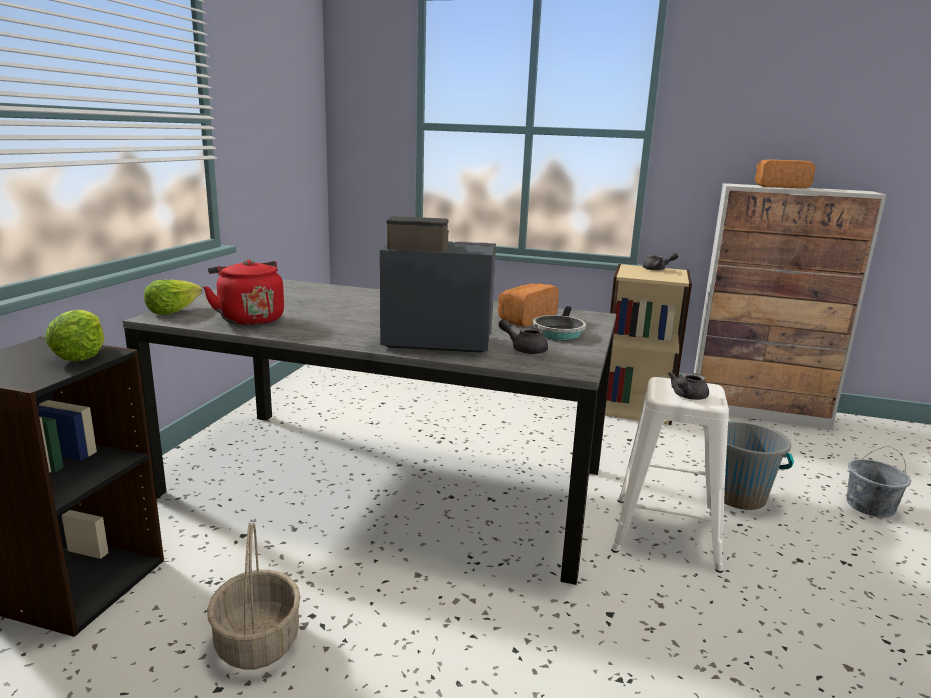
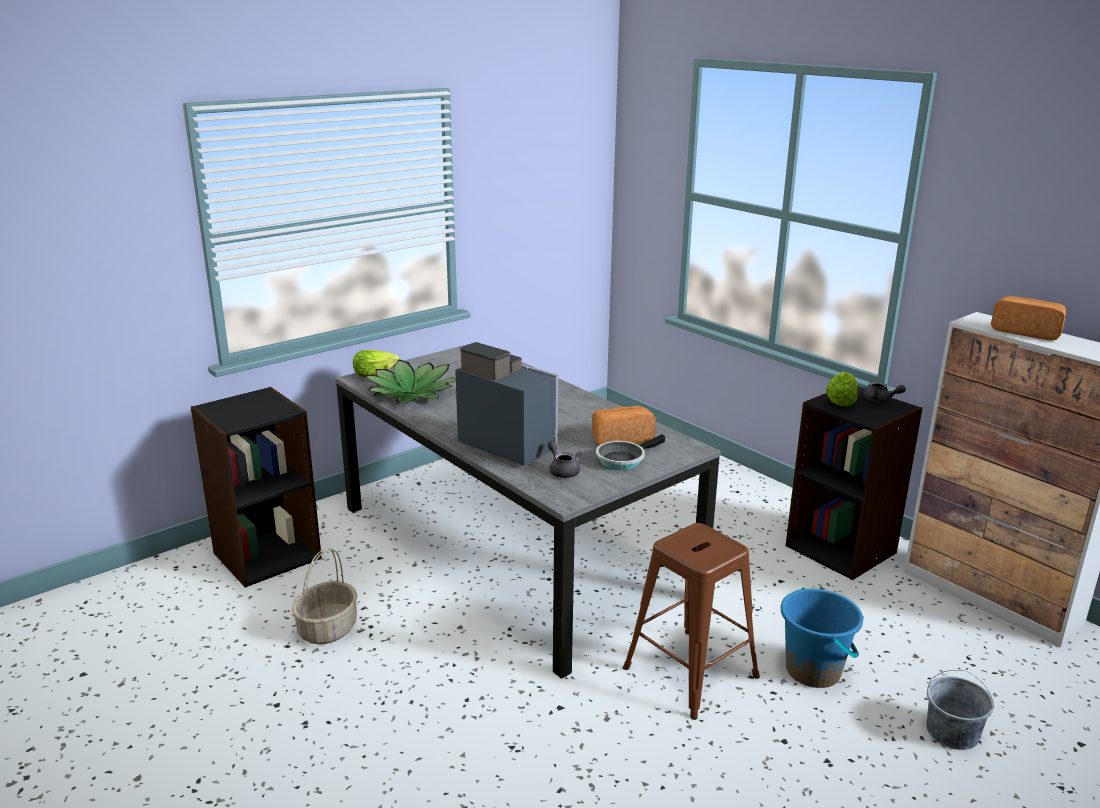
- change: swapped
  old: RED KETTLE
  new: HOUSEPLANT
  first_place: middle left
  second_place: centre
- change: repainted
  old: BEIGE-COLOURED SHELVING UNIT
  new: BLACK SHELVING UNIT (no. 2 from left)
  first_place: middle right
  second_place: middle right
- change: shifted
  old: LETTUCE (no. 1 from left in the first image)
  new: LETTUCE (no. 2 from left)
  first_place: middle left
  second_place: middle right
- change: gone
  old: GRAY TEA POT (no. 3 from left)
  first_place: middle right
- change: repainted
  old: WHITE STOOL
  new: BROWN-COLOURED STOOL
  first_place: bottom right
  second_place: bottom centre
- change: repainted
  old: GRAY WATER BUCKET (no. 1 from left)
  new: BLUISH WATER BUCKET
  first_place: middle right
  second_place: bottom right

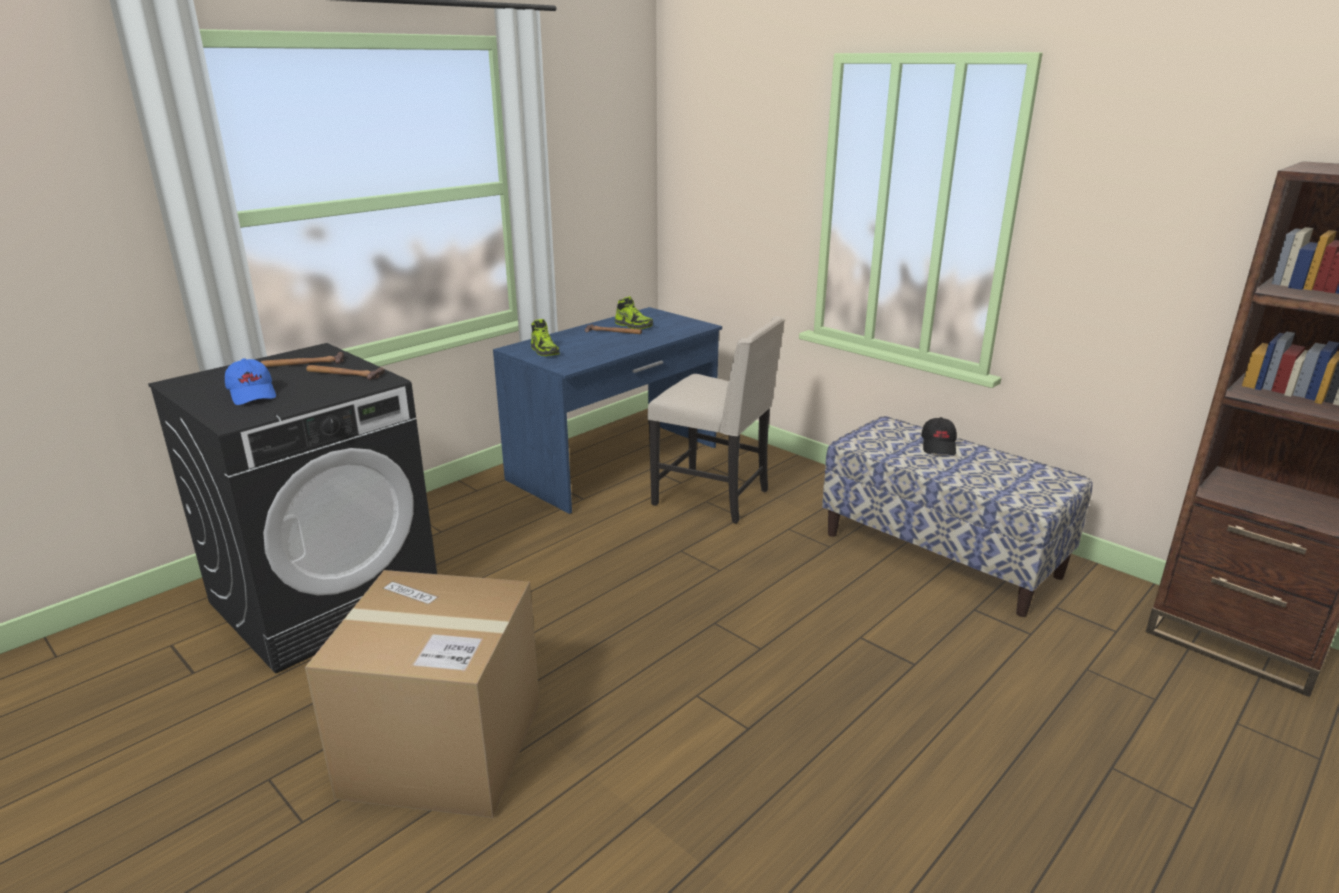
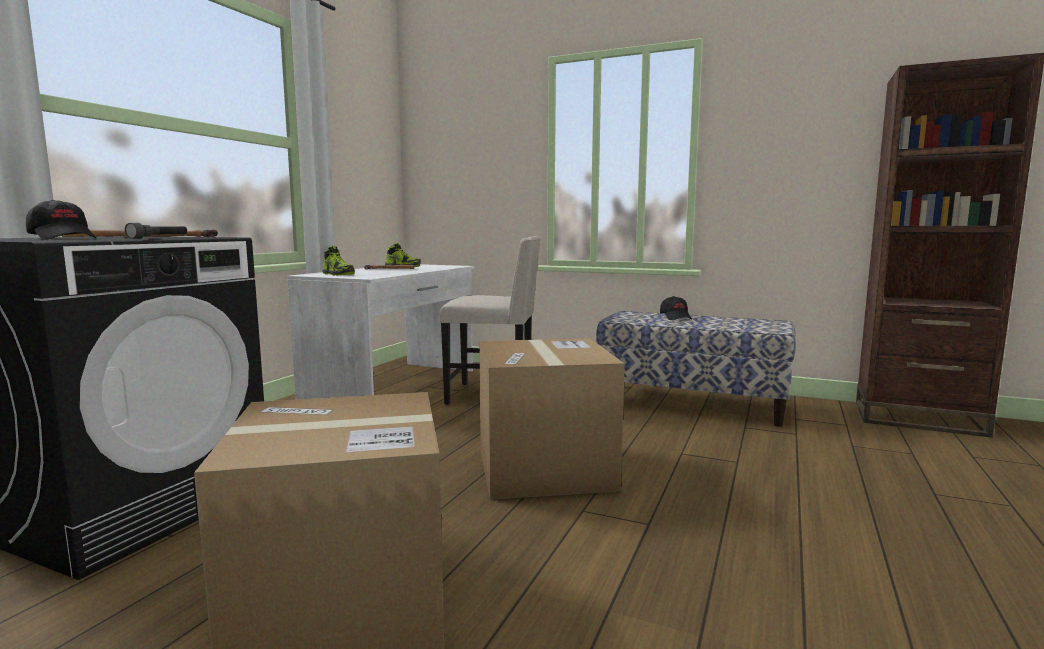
- change: repainted
  old: BLUISH DESK
  new: WHITE DESK
  first_place: centre
  second_place: centre
- change: repainted
  old: BLUISH BASEBALL CAP
  new: BLACK BASEBALL CAP (no. 1 from left)
  first_place: middle left
  second_place: middle left
- change: new
  new: GRAY HAND TORCH
  second_place: middle left
- change: new
  new: CARDBOARD BOX (no. 2 from left)
  second_place: centre

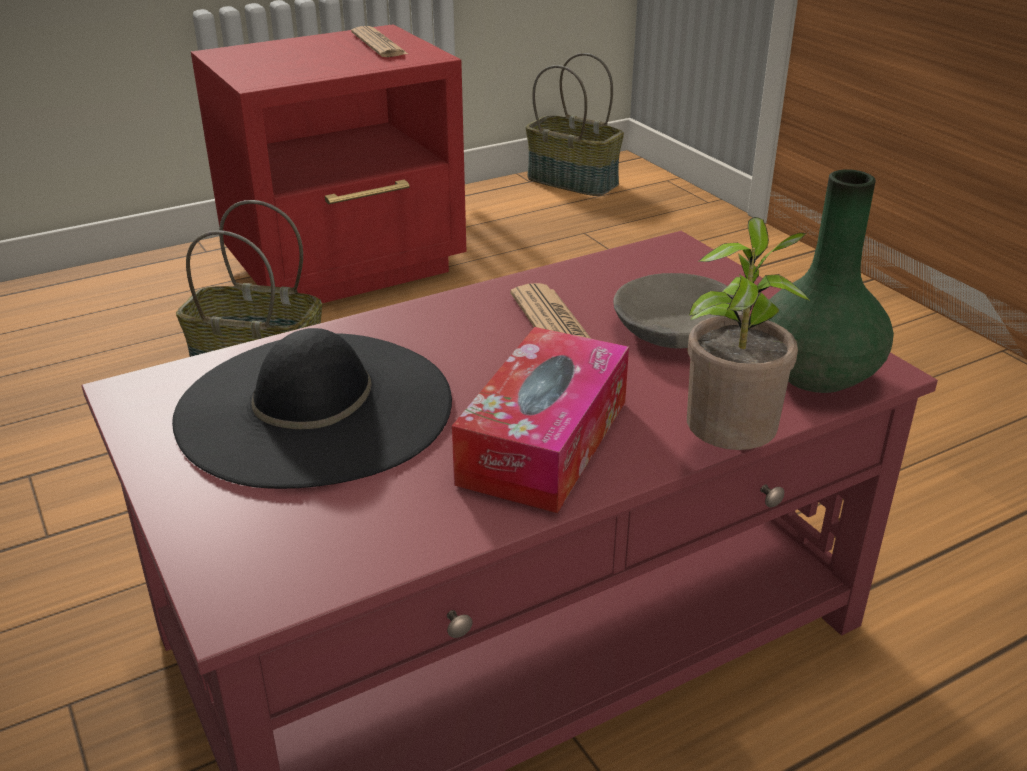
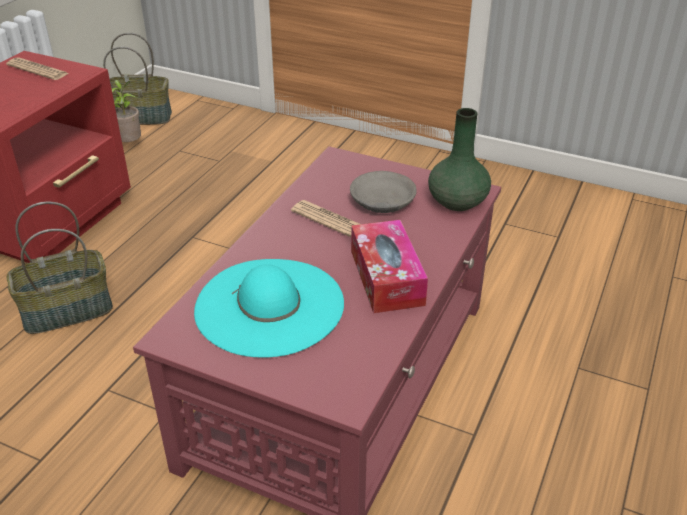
- change: shifted
  old: HOUSEPLANT
  first_place: middle right
  second_place: top left
- change: repainted
  old: BLACK WEARABLE HAT
  new: BLUE-GREEN WEARABLE HAT
  first_place: middle left
  second_place: centre

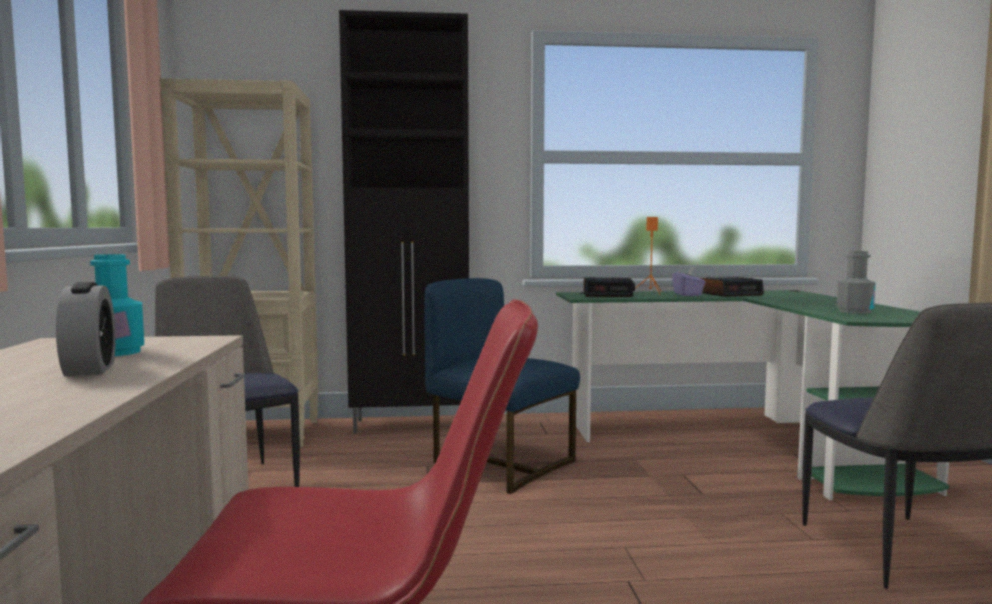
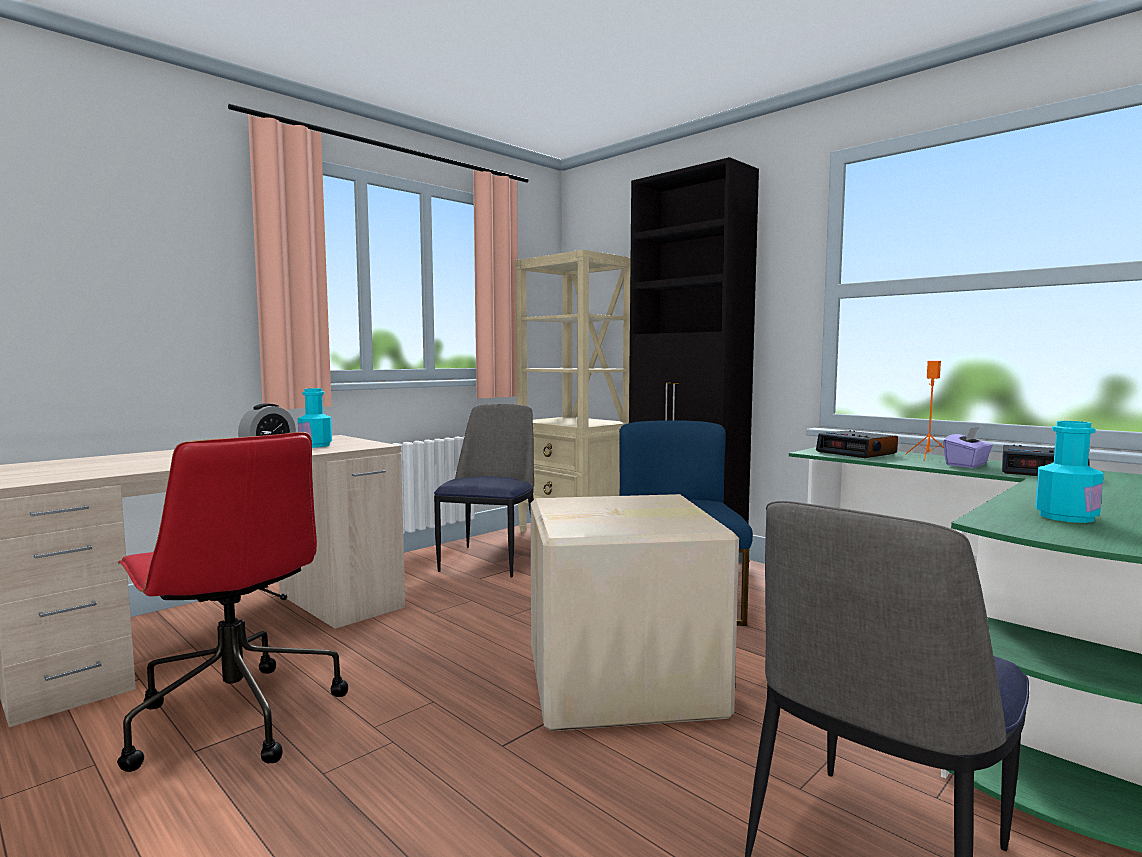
- change: repainted
  old: GRAY BOTTLE
  new: BLUE-GREEN BOTTLE (no. 2 from left)
  first_place: middle right
  second_place: middle right
- change: new
  new: CARDBOARD BOX
  second_place: bottom centre

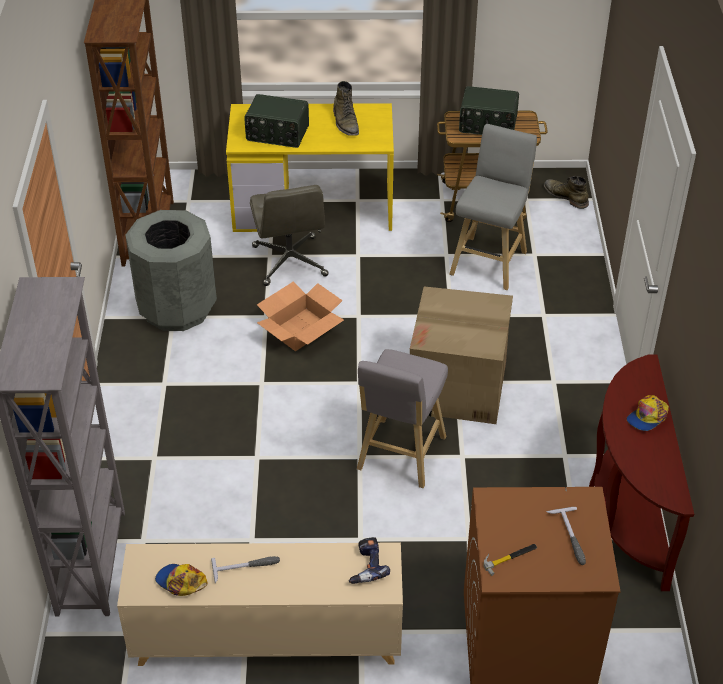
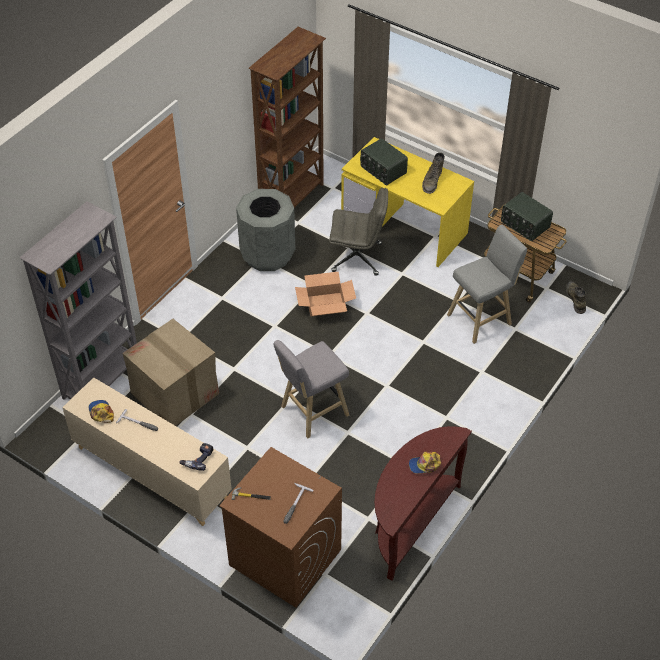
- change: rotated
  old: GRAY COMPUTER CHAIR
  first_place: centre
  second_place: centre
  degrees: -105
- change: shifted
  old: CARDBOARD BOX (no. 2 from left in the first image)
  new: CARDBOARD BOX (no. 1 from left)
  first_place: centre
  second_place: middle left

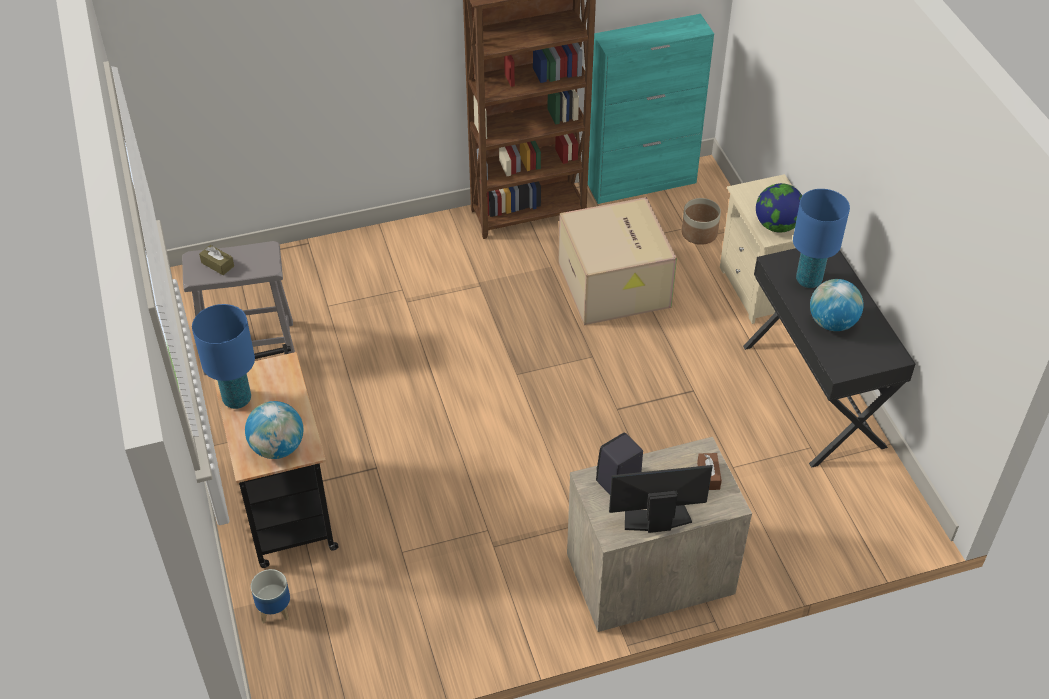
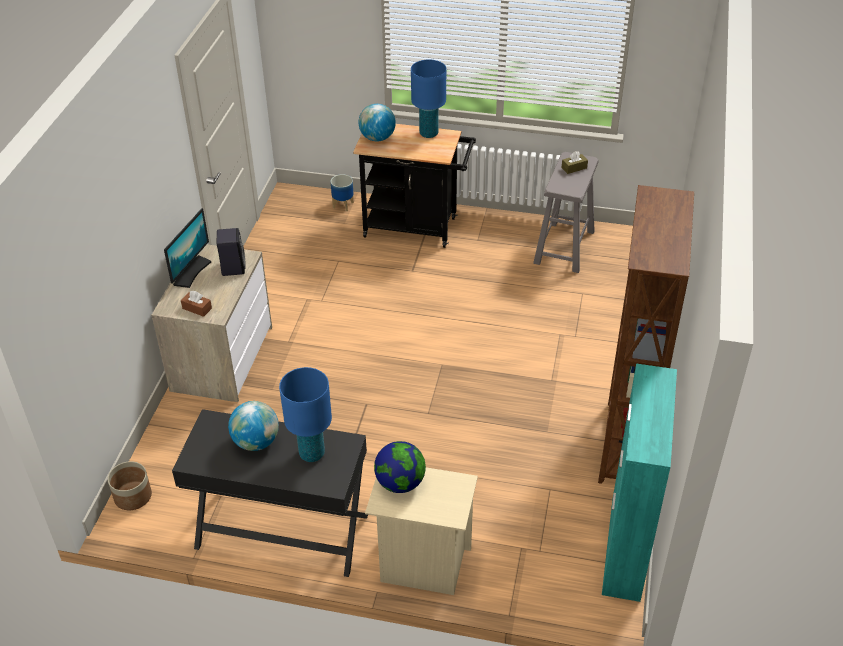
- change: gone
  old: CARDBOARD BOX
  first_place: centre
- change: shifted
  old: PLANT POT (no. 2 from left in the first image)
  new: PLANT POT (no. 1 from left)
  first_place: top right
  second_place: bottom left

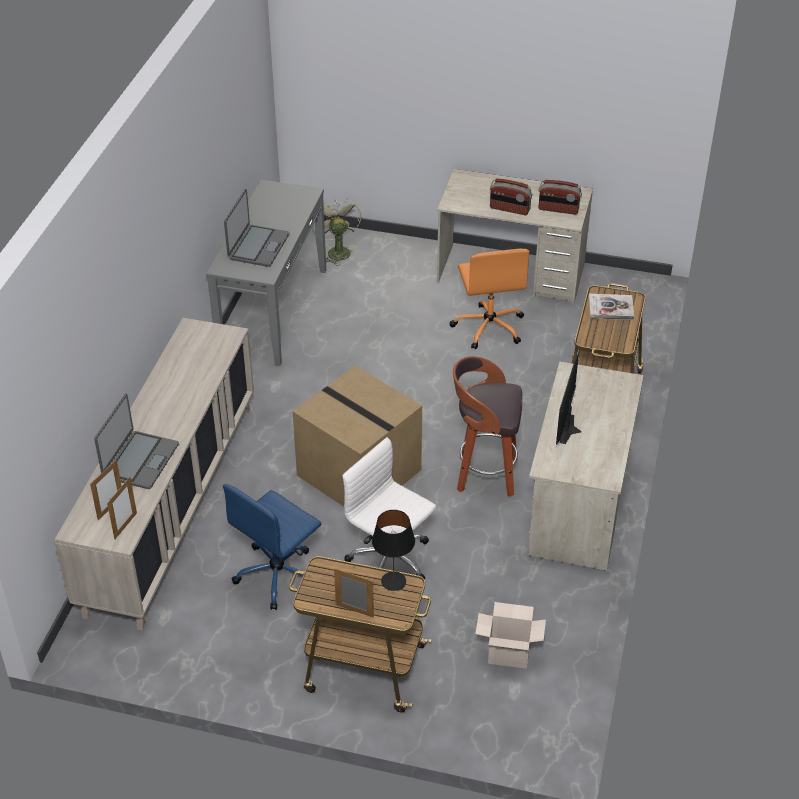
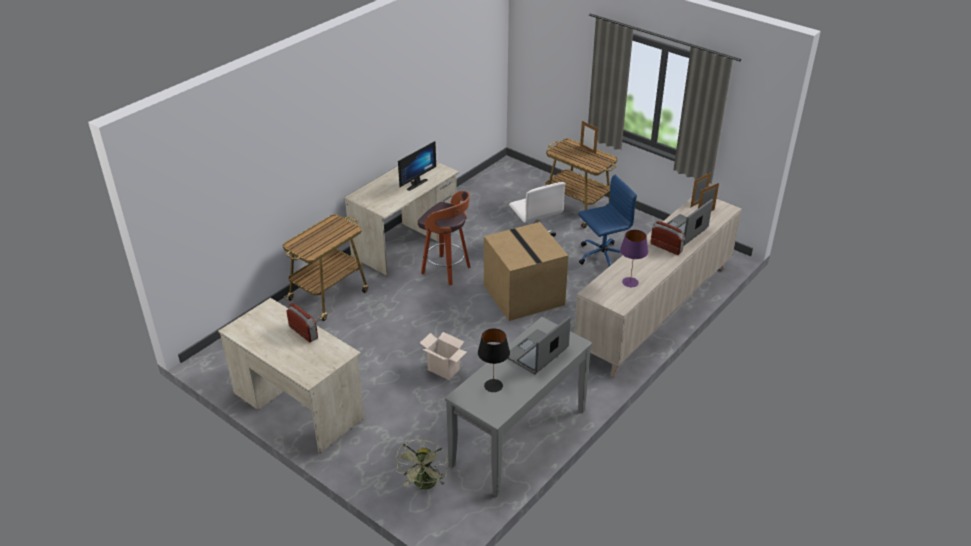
- change: shifted
  old: RADIO SET (no. 2 from left)
  first_place: top right
  second_place: middle right
- change: gone
  old: ORANGEY COMPUTER CHAIR
  first_place: centre
- change: gone
  old: BOUND BOOK
  first_place: middle right
- change: shifted
  old: BLACK TABLE LAMP
  first_place: bottom centre
  second_place: centre
- change: shifted
  old: CARDBOARD BOX (no. 2 from left in the first image)
  new: CARDBOARD BOX (no. 1 from left)
  first_place: bottom centre
  second_place: centre
- change: new
  new: PURPLISH TABLE LAMP
  second_place: centre

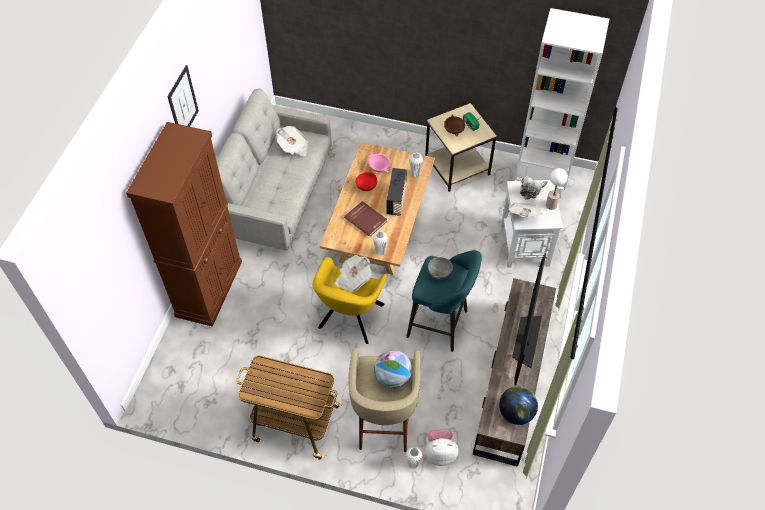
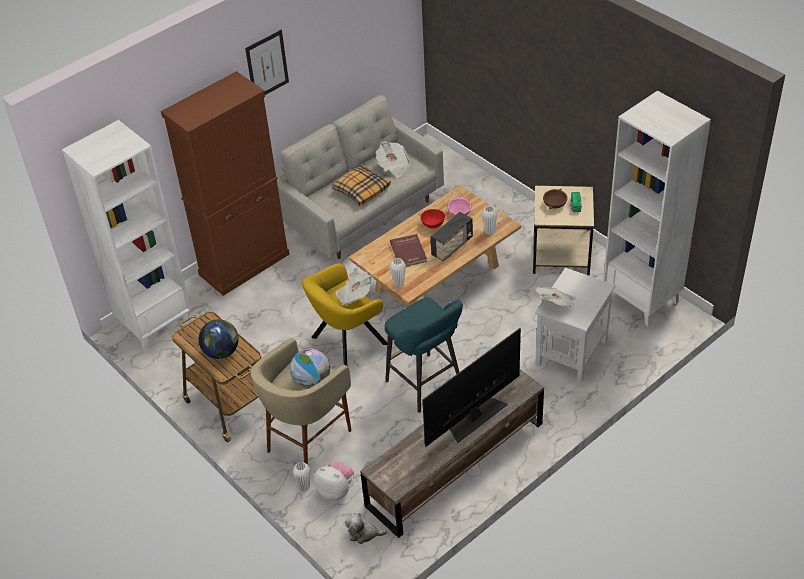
- change: gone
  old: TABLE LAMP
  first_place: middle right
- change: shifted
  old: SOFT TOY (no. 2 from left)
  first_place: middle right
  second_place: bottom centre
- change: gone
  old: GRAY SERVING BOWL
  first_place: centre
- change: shifted
  old: GLOBE (no. 2 from left in the first image)
  new: GLOBE (no. 1 from left)
  first_place: bottom right
  second_place: middle left
- change: new
  new: WHITE SHELVING UNIT (no. 1 from left)
  second_place: middle left
- change: new
  new: CUSHION
  second_place: top centre

